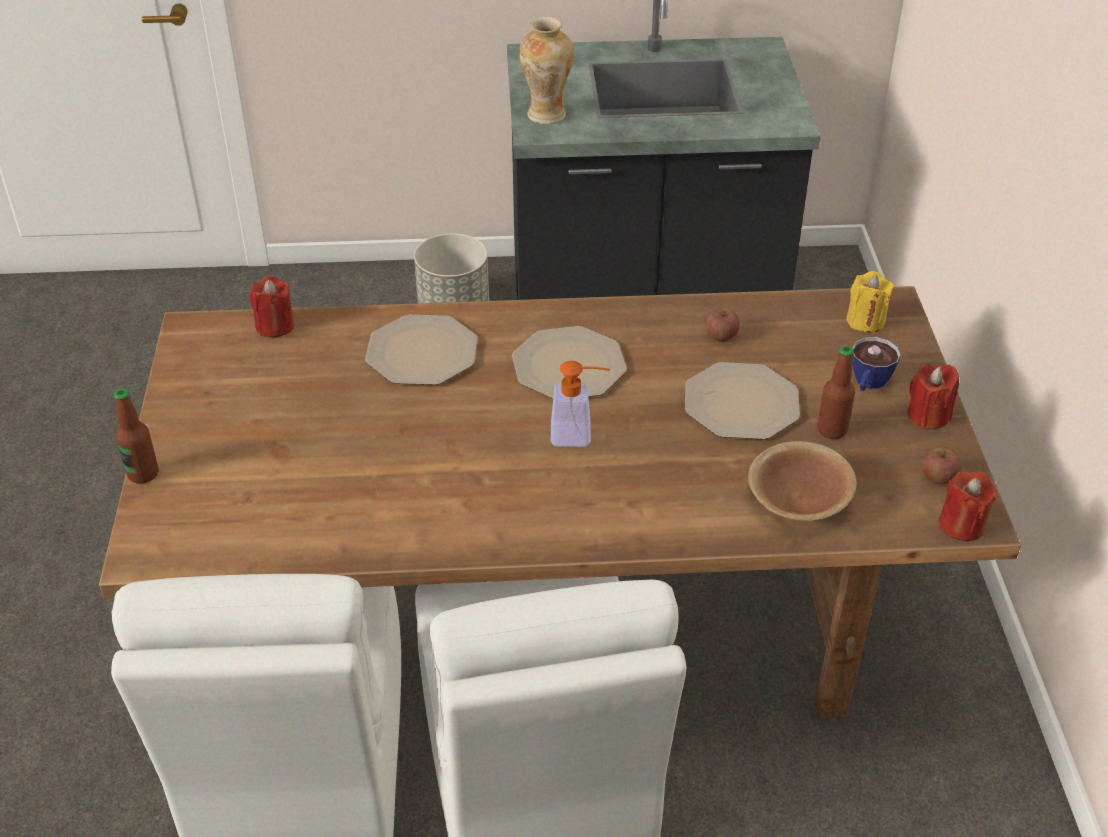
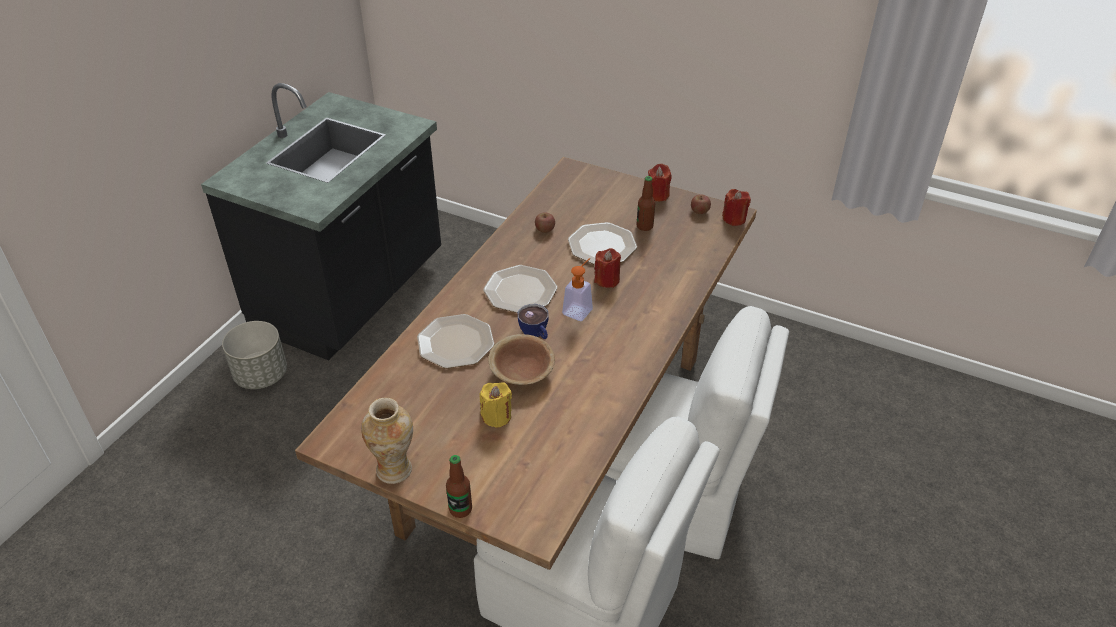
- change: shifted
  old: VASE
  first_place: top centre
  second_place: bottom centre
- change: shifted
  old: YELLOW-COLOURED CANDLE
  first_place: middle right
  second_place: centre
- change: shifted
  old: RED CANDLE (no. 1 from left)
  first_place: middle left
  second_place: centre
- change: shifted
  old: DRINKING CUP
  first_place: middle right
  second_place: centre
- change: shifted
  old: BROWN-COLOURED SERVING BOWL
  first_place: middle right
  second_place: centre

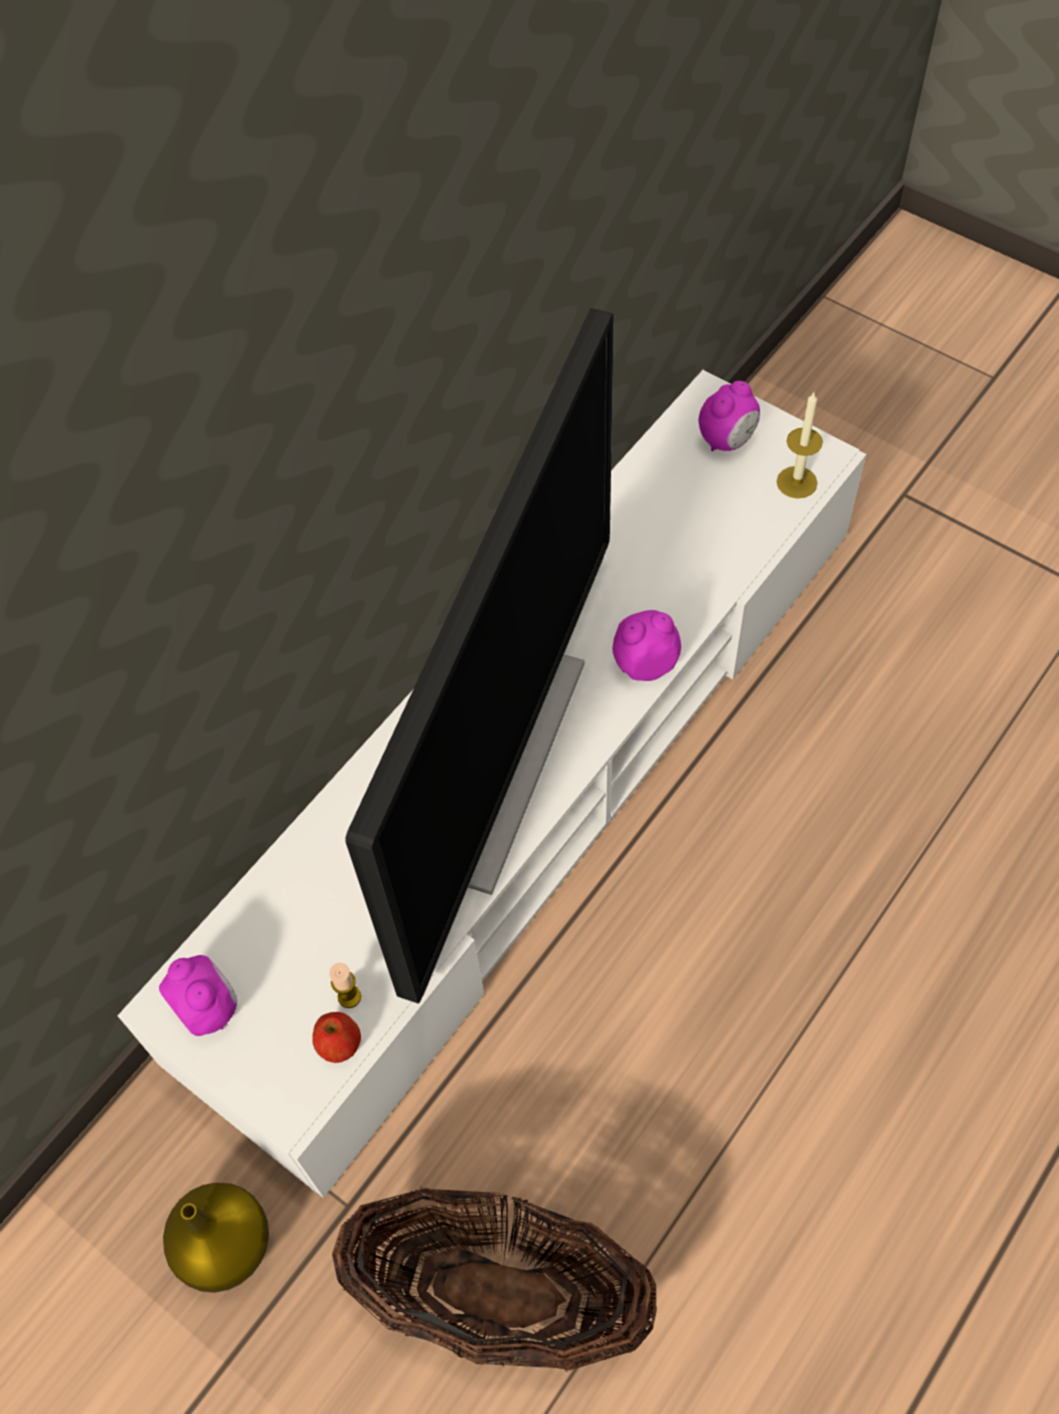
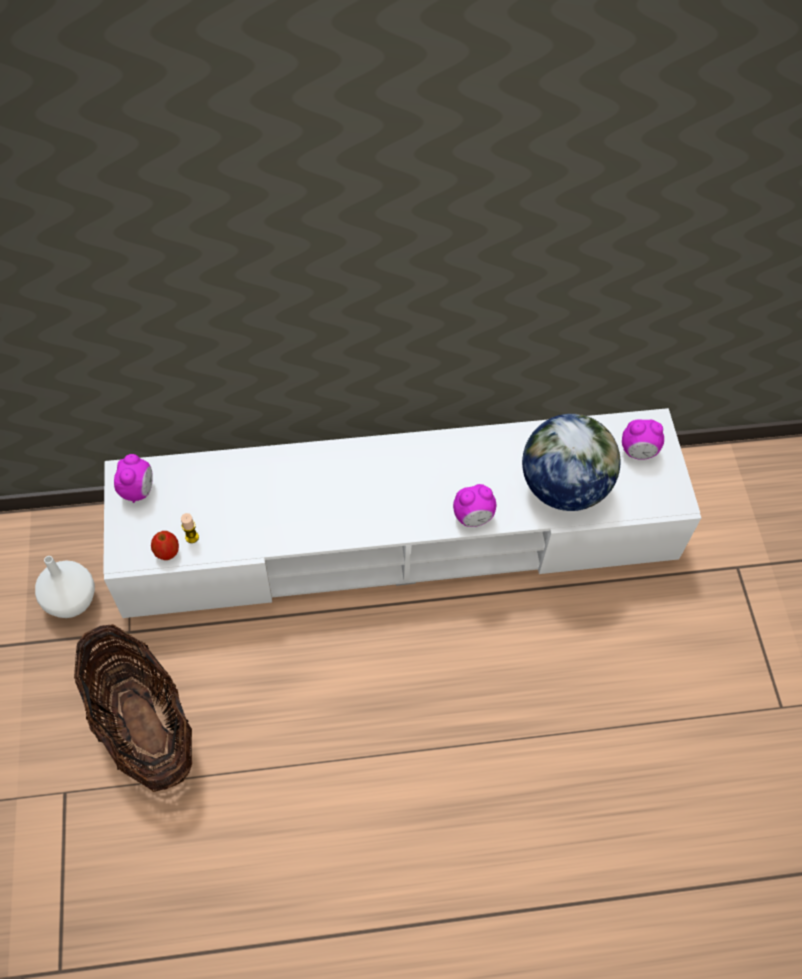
- change: gone
  old: TELEVISION
  first_place: centre
- change: gone
  old: CANDLE (no. 2 from left)
  first_place: top right
- change: rotated
  old: ALARM CLOCK (no. 2 from left)
  first_place: centre
  second_place: centre
  degrees: 135
- change: repainted
  old: YELLOW-COLOURED VASE
  new: WHITE VASE
  first_place: bottom left
  second_place: middle left
- change: new
  new: GLOBE
  second_place: middle right

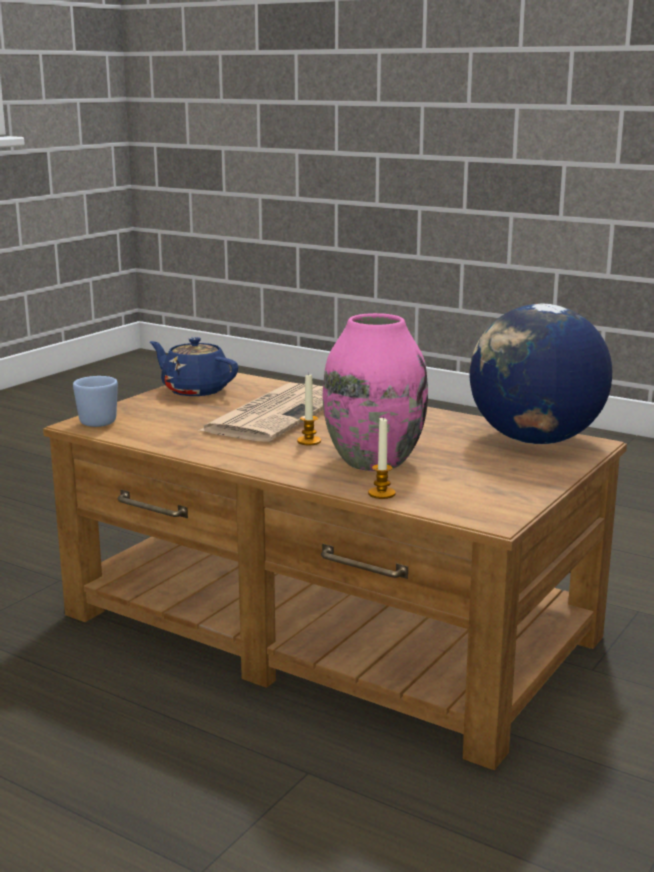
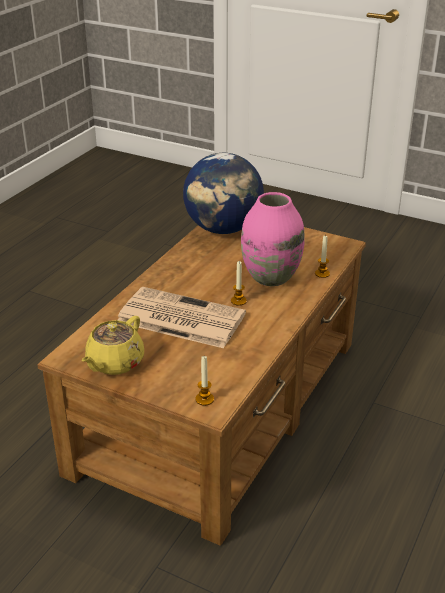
- change: repainted
  old: BLUISH TEA POT
  new: YELLOW-COLOURED TEA POT
  first_place: middle left
  second_place: middle left
- change: swapped
  old: BLUISH COFFEE MUG
  new: CANDLE (no. 1 from left)
  first_place: middle left
  second_place: centre

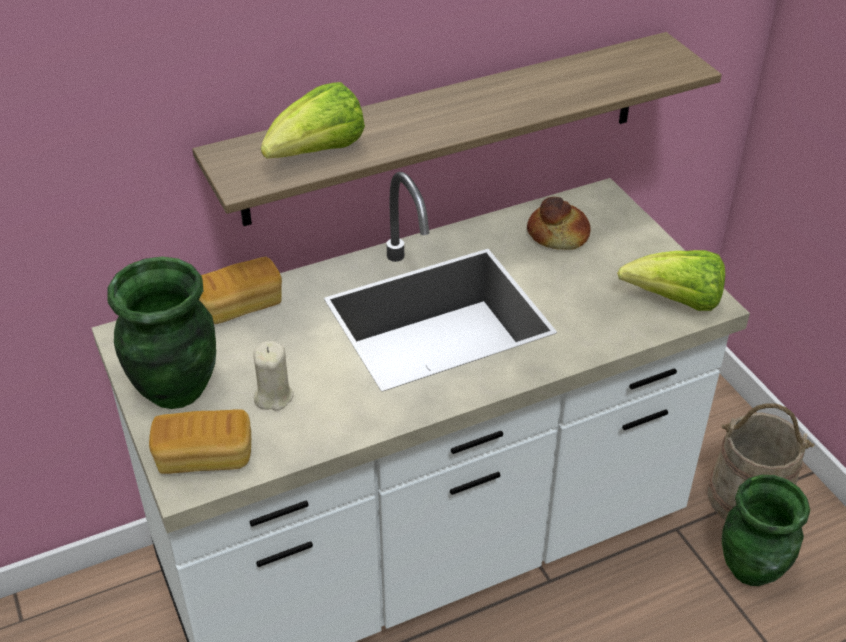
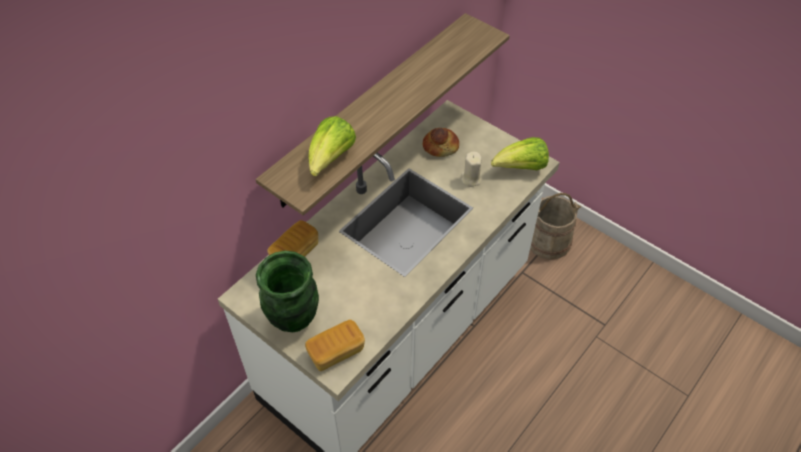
- change: shifted
  old: BEIGE-COLOURED CANDLE
  first_place: middle left
  second_place: centre
- change: gone
  old: GREEN VASE (no. 2 from left)
  first_place: bottom right

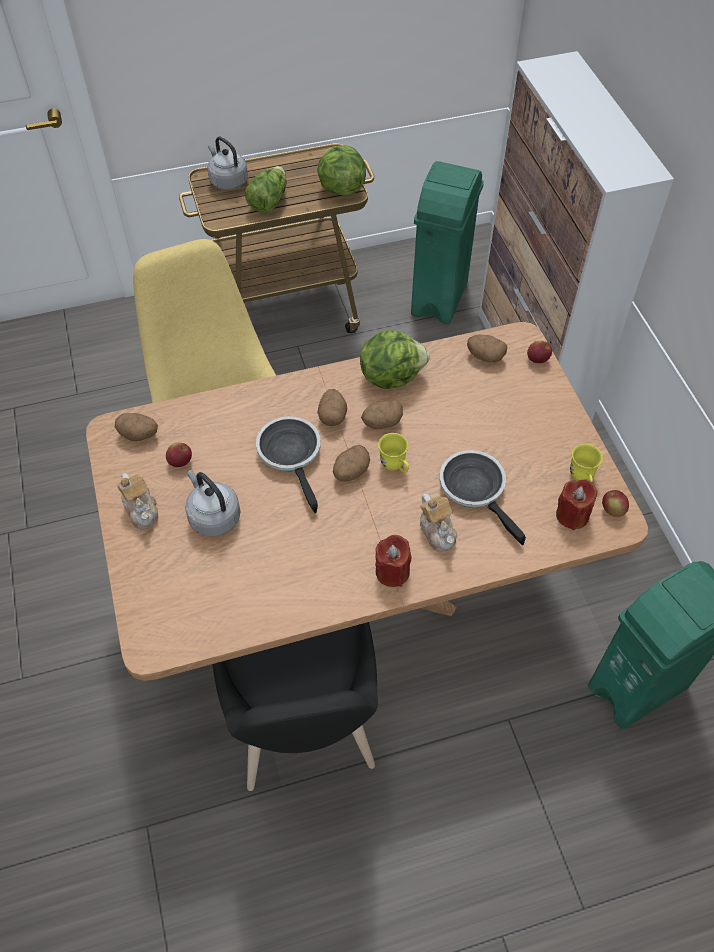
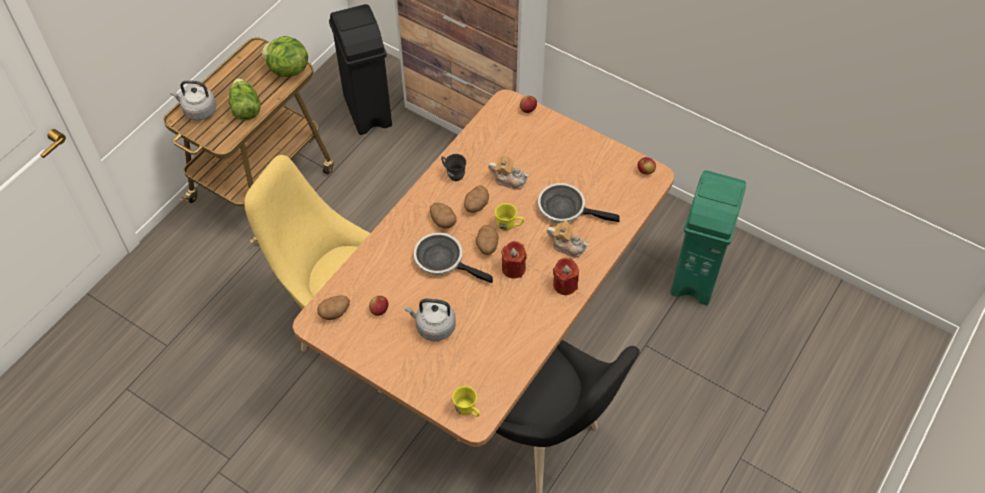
- change: repainted
  old: GREEN TRASH CAN (no. 1 from left)
  new: BLACK TRASH CAN
  first_place: top centre
  second_place: top centre
- change: swapped
  old: LETTUCE (no. 3 from left)
  new: GRAY COFFEE MUG
  first_place: centre
  second_place: centre
- change: gone
  old: SPUD (no. 5 from left)
  first_place: middle right
- change: shifted
  old: YELLOW-COLOURED COFFEE MUG (no. 2 from left in the first image)
  new: YELLOW-COLOURED COFFEE MUG (no. 1 from left)
  first_place: middle right
  second_place: bottom centre
- change: shifted
  old: TEA POT (no. 1 from left)
  first_place: middle left
  second_place: centre
- change: shifted
  old: RED CANDLE (no. 2 from left in the first image)
  new: RED CANDLE (no. 1 from left)
  first_place: middle right
  second_place: centre

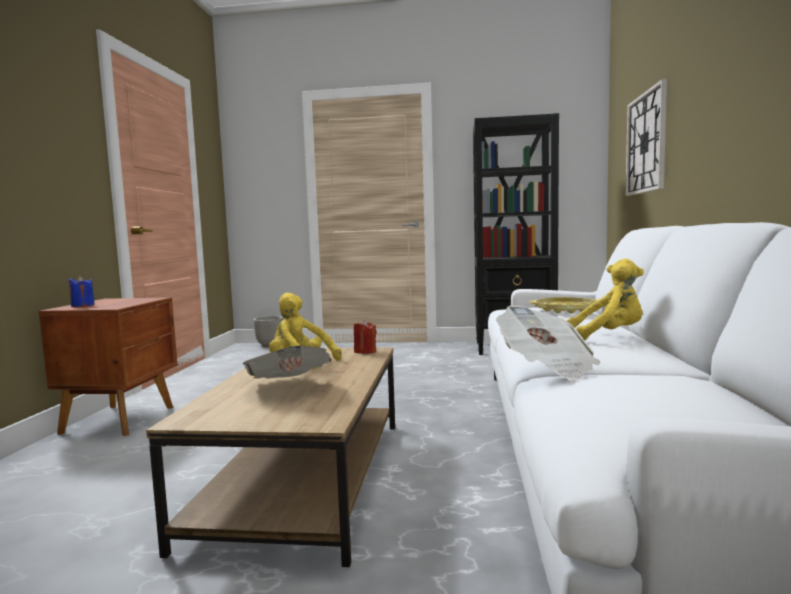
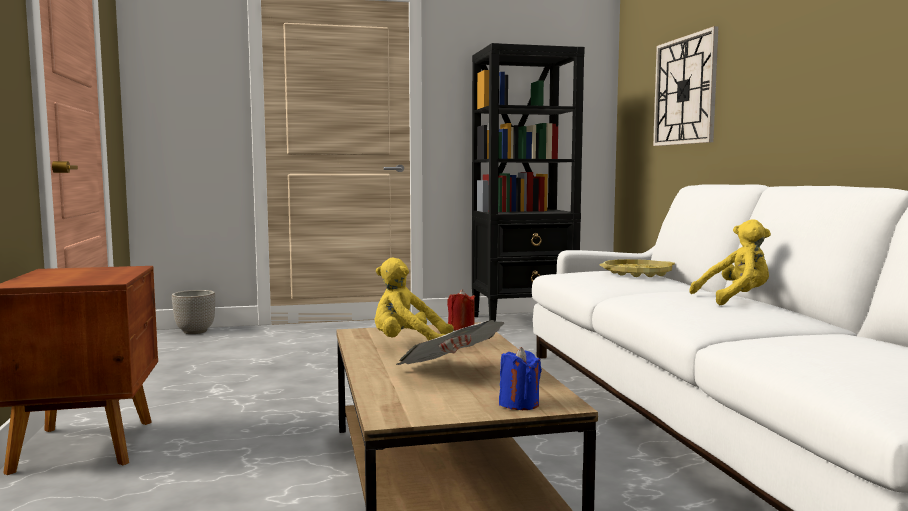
- change: shifted
  old: BLUISH CANDLE
  first_place: middle left
  second_place: bottom centre
- change: gone
  old: PRINTED PAPER (no. 2 from left)
  first_place: middle right

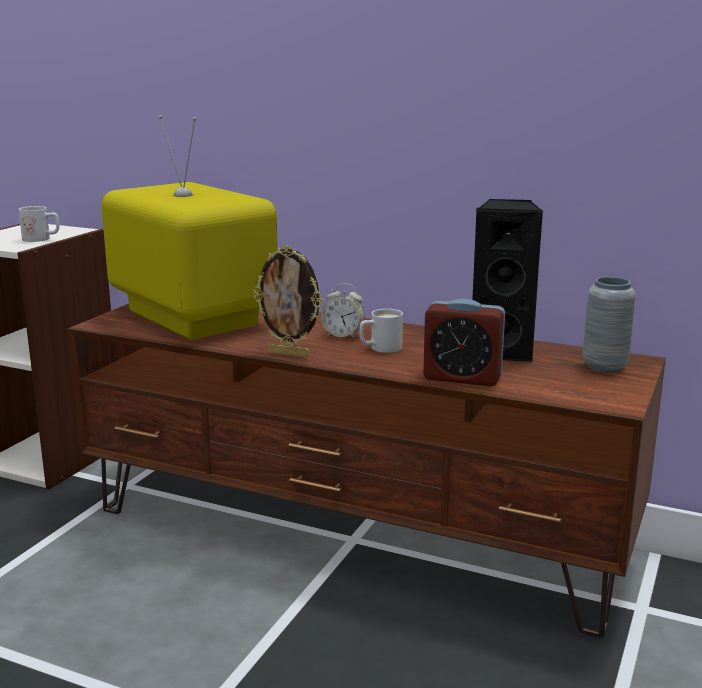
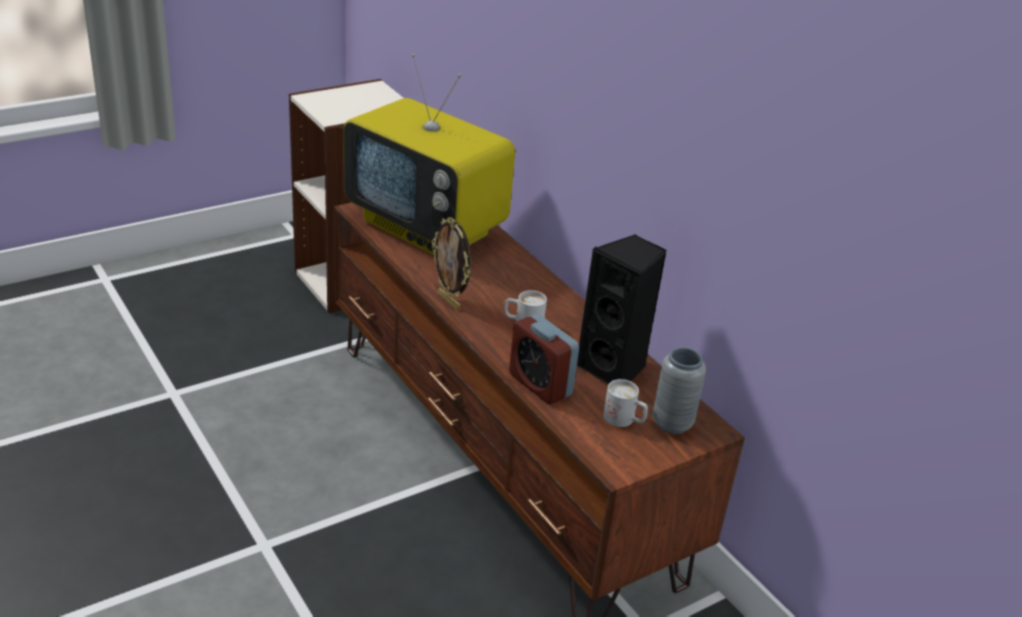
- change: rotated
  old: TELEVISION
  first_place: top left
  second_place: top centre
  degrees: 135
- change: shifted
  old: WHITE COFFEE MUG (no. 1 from left in the first image)
  new: WHITE COFFEE MUG (no. 2 from left)
  first_place: top left
  second_place: centre
- change: gone
  old: ALARM CLOCK (no. 1 from left)
  first_place: centre

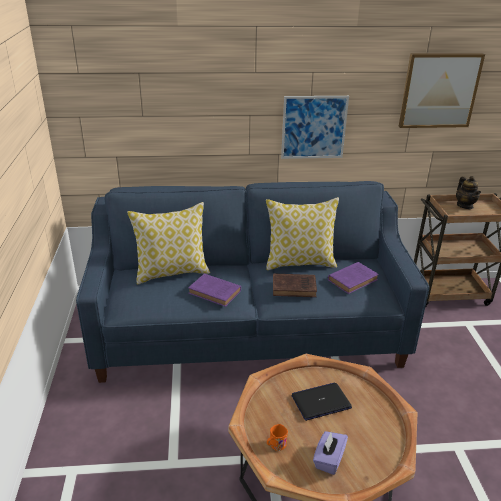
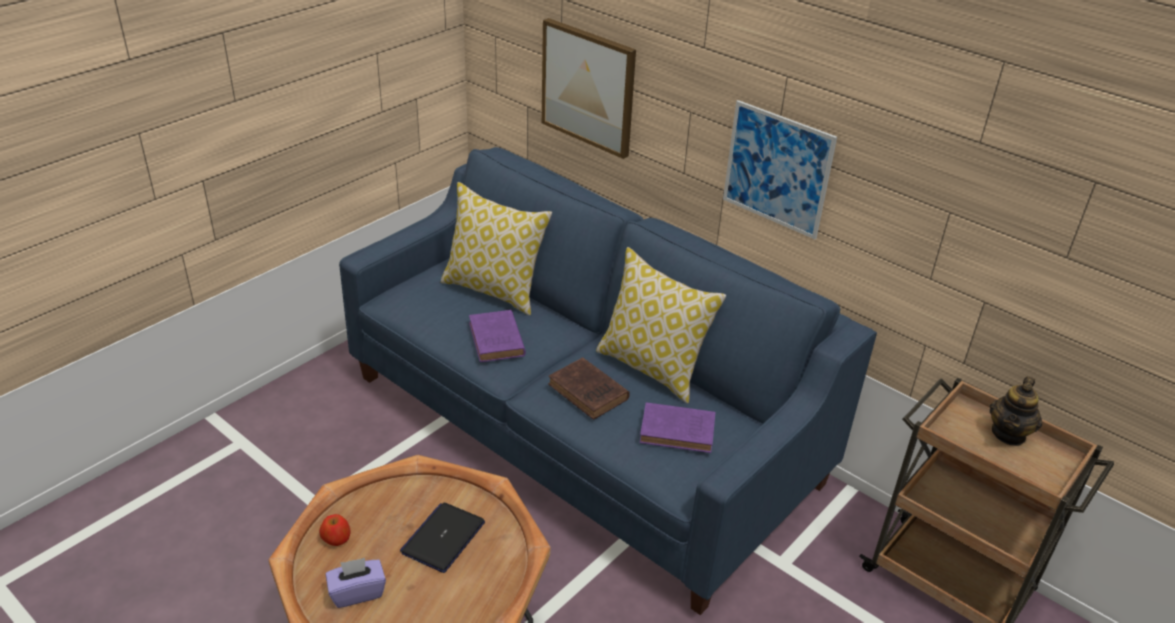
- change: shifted
  old: WALL ART (no. 2 from left in the first image)
  new: WALL ART (no. 1 from left)
  first_place: top right
  second_place: top centre
- change: rotated
  old: LAPTOP
  first_place: bottom centre
  second_place: bottom centre
  degrees: -90
- change: swapped
  old: ORANGEY COFFEE MUG
  new: APPLE FRUIT
  first_place: bottom centre
  second_place: bottom left

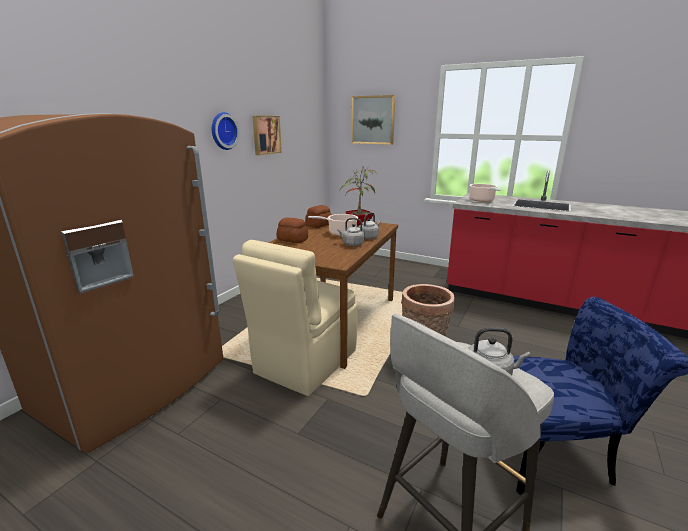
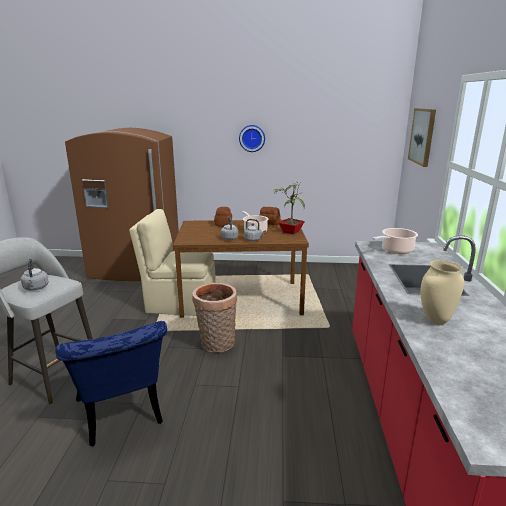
- change: gone
  old: WALL ART (no. 1 from left)
  first_place: top centre
- change: new
  new: BEIGE-COLOURED VASE
  second_place: middle right

